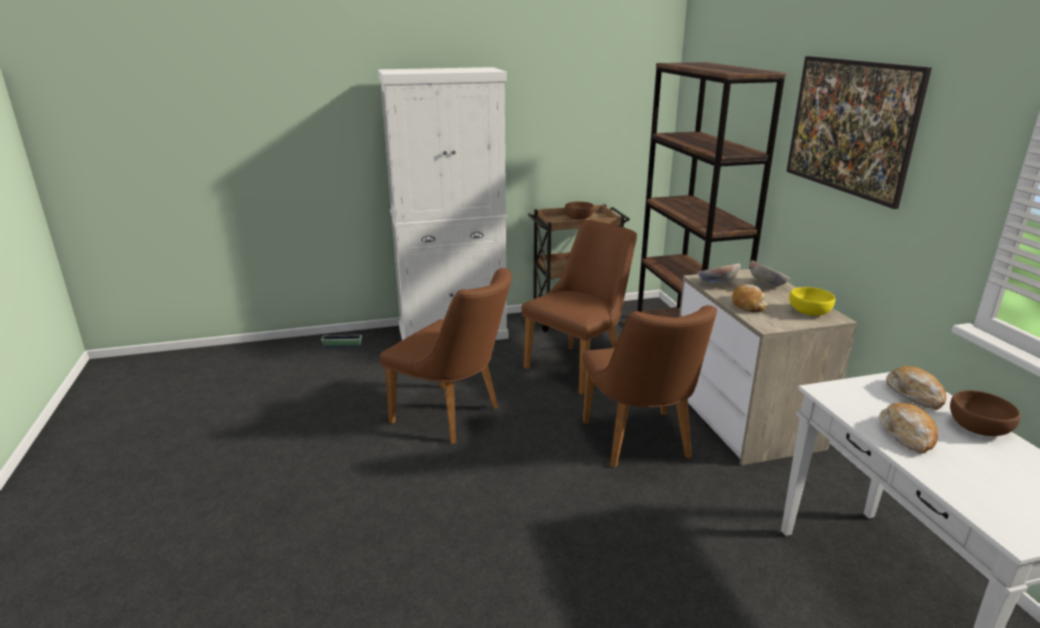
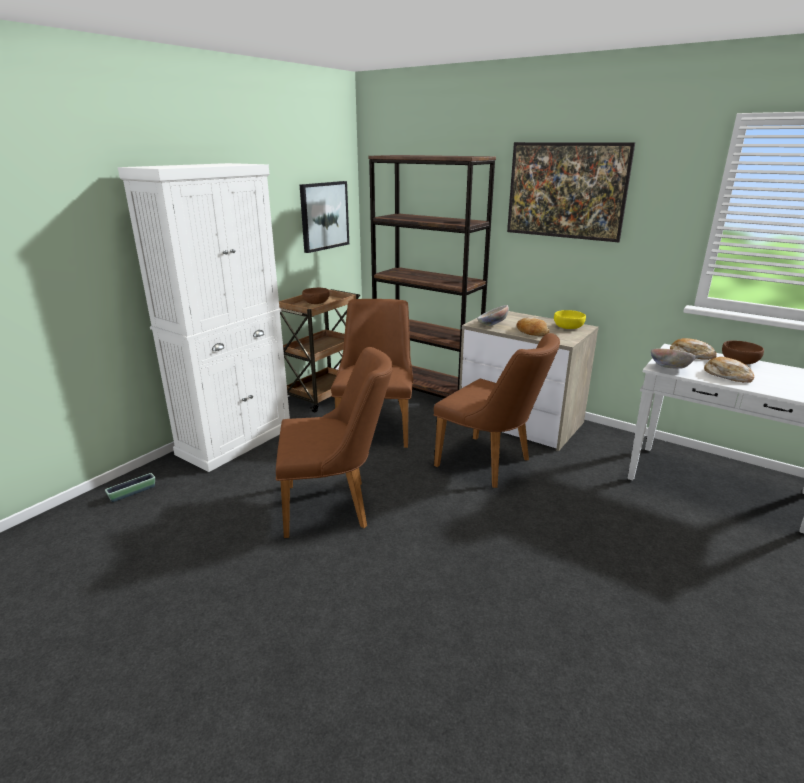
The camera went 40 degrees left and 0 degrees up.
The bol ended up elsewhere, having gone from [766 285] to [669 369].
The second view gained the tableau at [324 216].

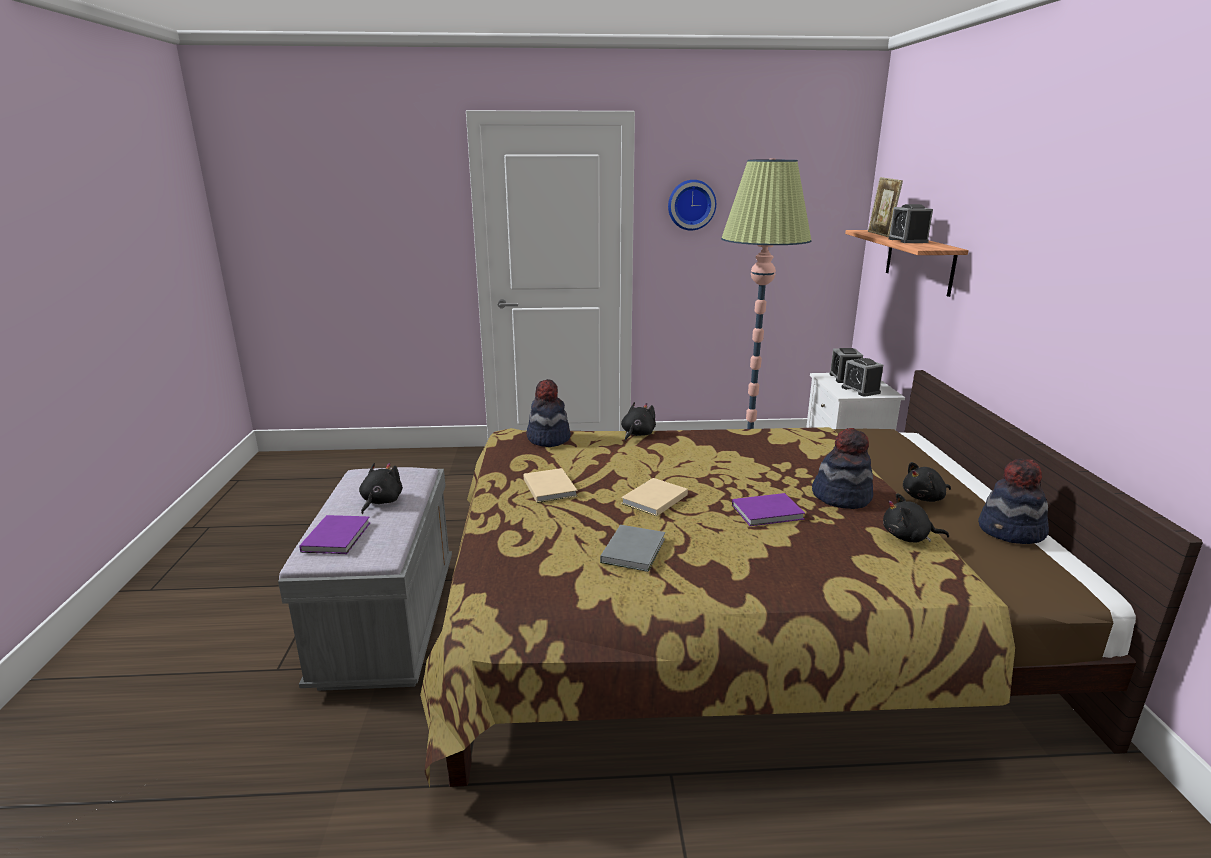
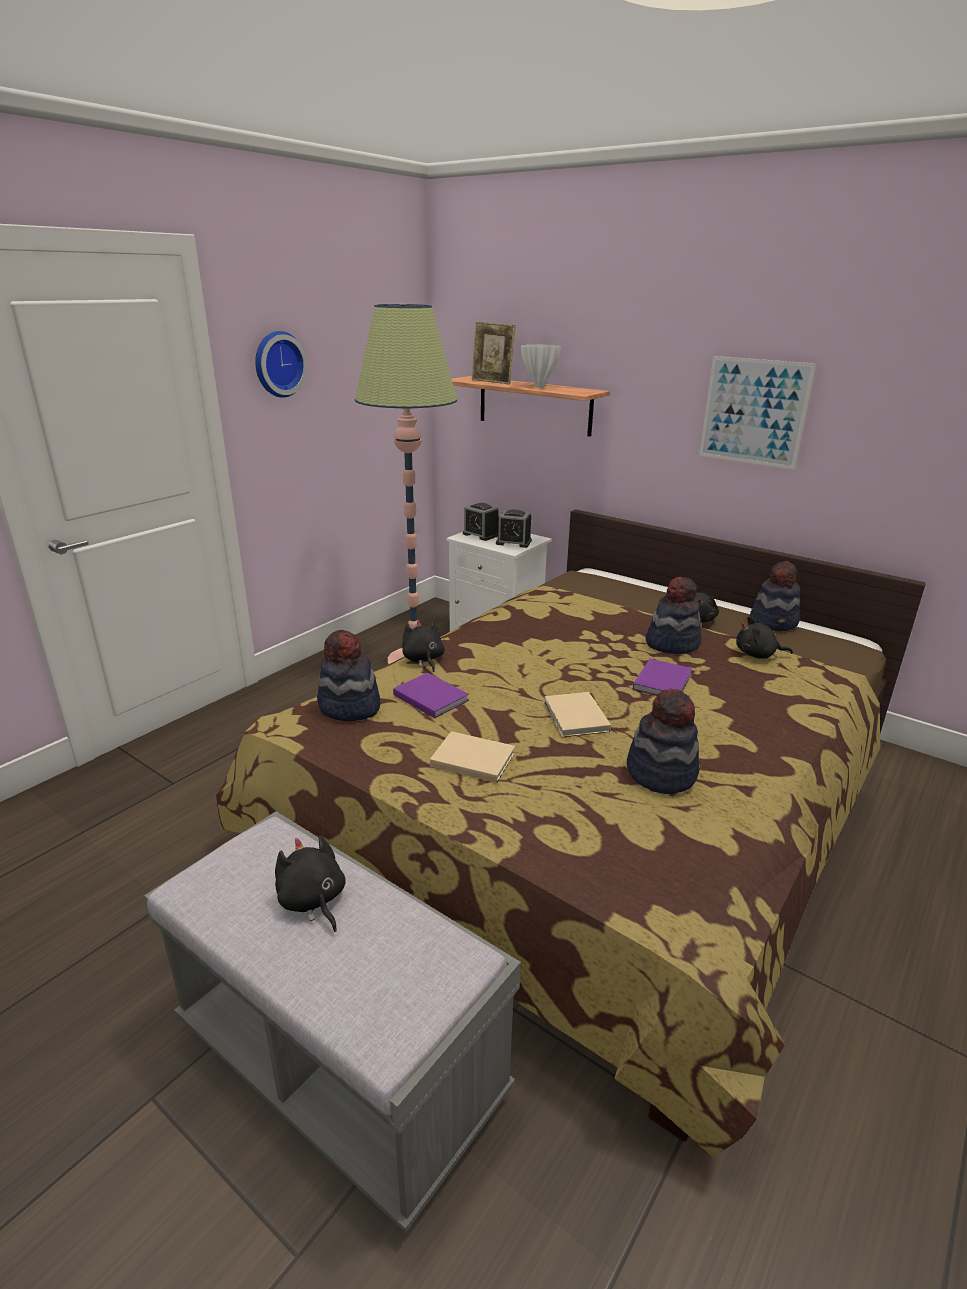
The camera went 50 degrees left and 5 degrees up.
The livre [violet] ended up elsewhere, having gone from [338 536] to [430 696].
Where the livre [gris] stood at [635 549], the chapeau came to stand at [661 773].
The peluche [noir] at [908 537] ended up facing another way, 45 degrees clockwise from before.
Where the réveil stood at [907 241], the vase [blanc] came to stand at [539 386].
The second view gained the tableau at [753 412].

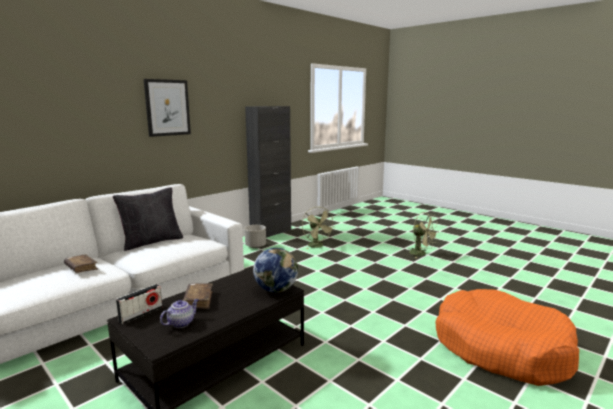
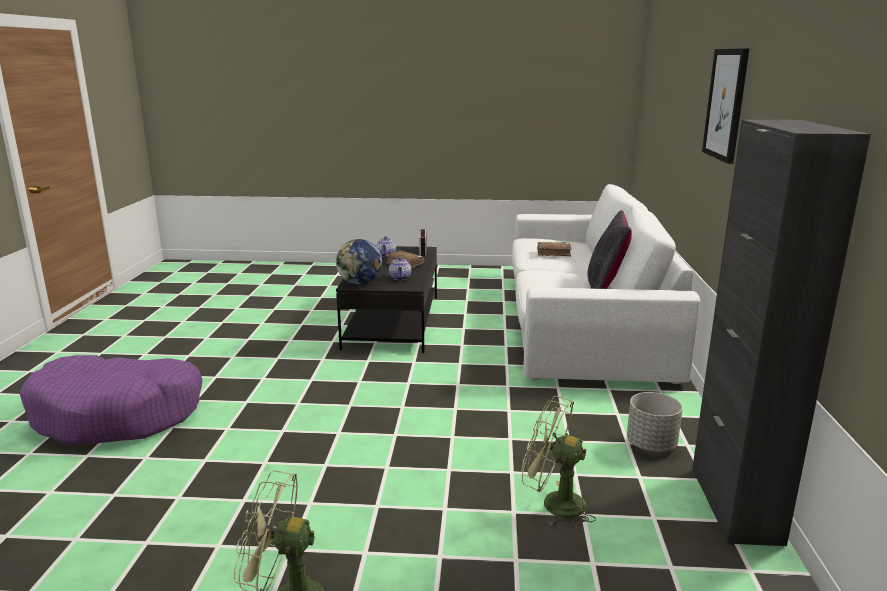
The camera went 140 degrees right and 5 degrees up.
What was the panier pour chien [orange] at [500 348] turned into the panier pour chien [violet] at [118 415].
The second view gained the théière at [400 278].

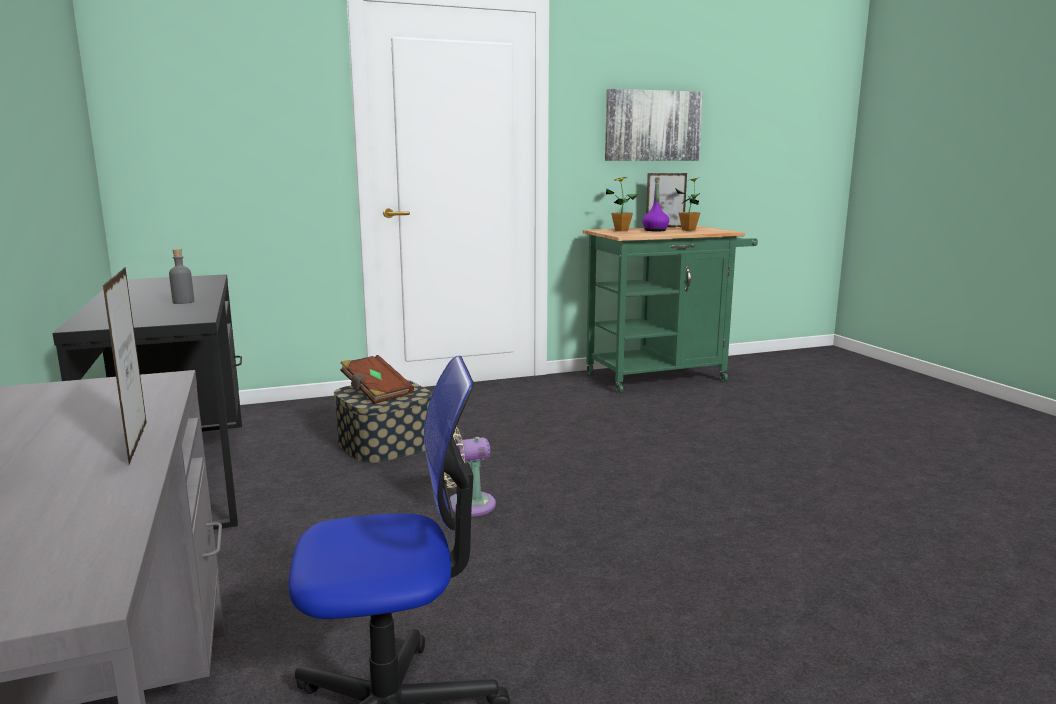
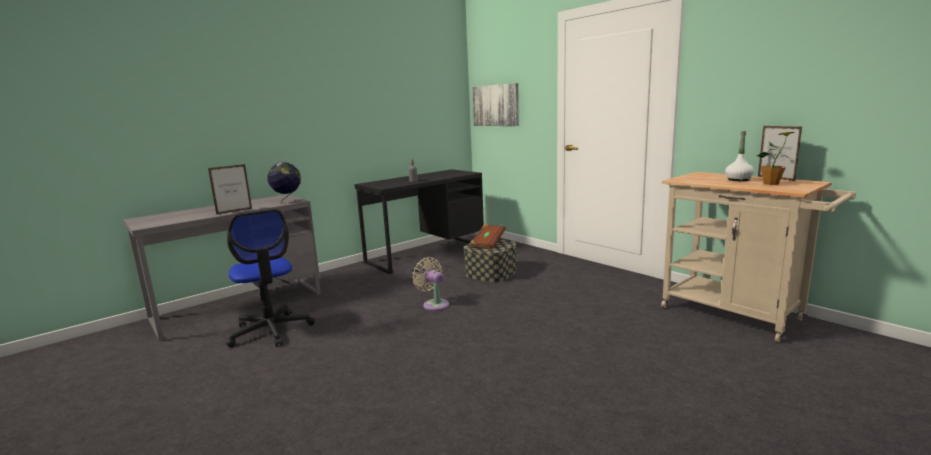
The camera went 70 degrees right and 0 degrees up.
What was the chariot [vert] at [663 376] turned into the chariot [beige] at [739 315].
The tableau ended up elsewhere, having gone from [652 126] to [496 105].
The second view lost the plante en pot at [621 230].
What was the bouteille [violet] at [655 230] turned into the bouteille [blanc] at [738 180].
The second view gained the globe at [287 202].

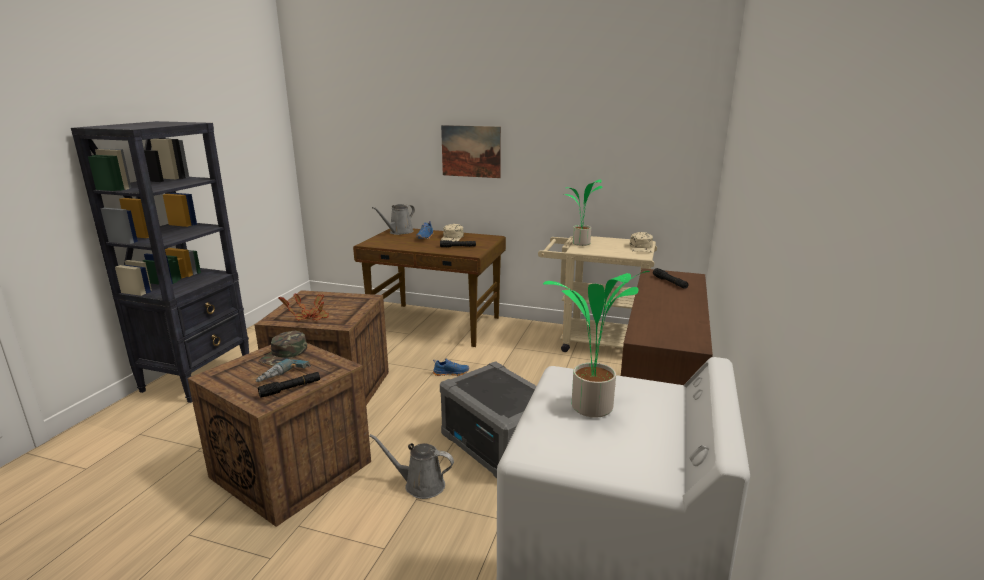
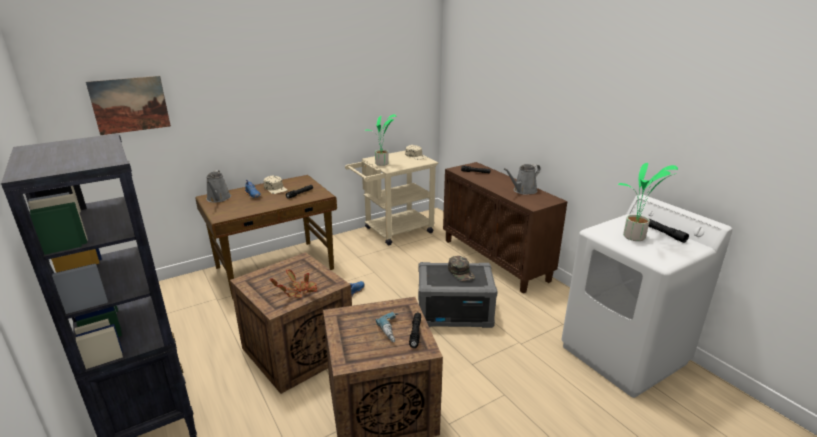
The camera went 50 degrees left and 5 degrees up.
The casquette [vert] ended up elsewhere, having gone from [284 354] to [461 272].
The arrosoir [gris] ended up elsewhere, having gone from [420 485] to [523 191].
The tableau ended up elsewhere, having gone from [471 151] to [130 105].
The second view gained the lampe de poche [noir] at [664 234].

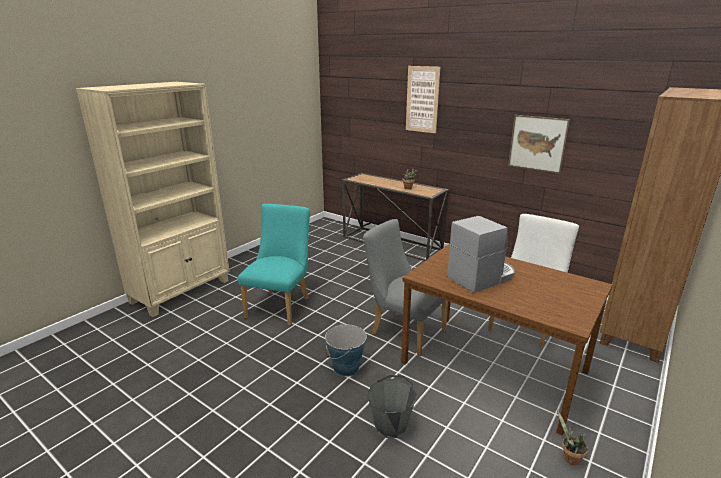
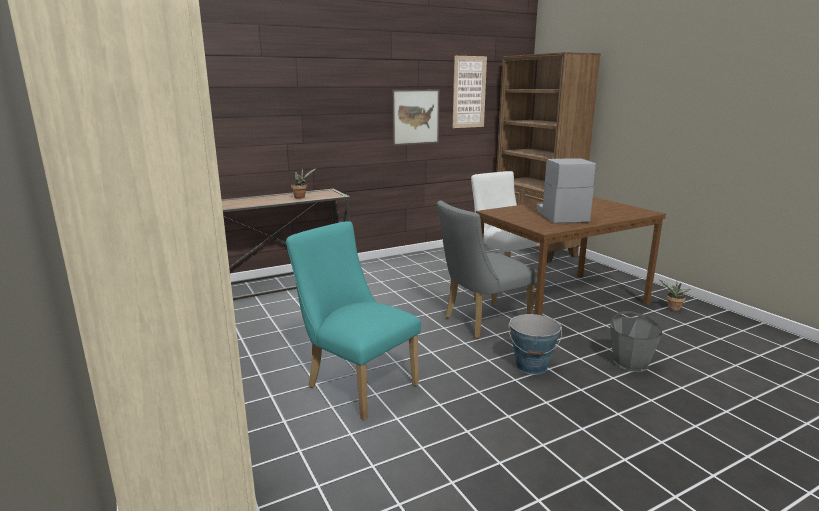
The camera went 65 degrees left and 5 degrees down.
The tableau ended up elsewhere, having gone from [422 99] to [469 92].

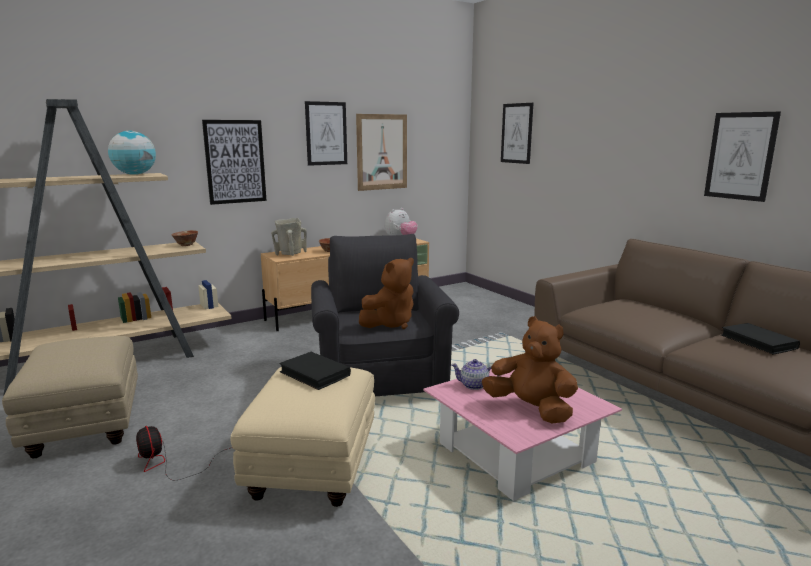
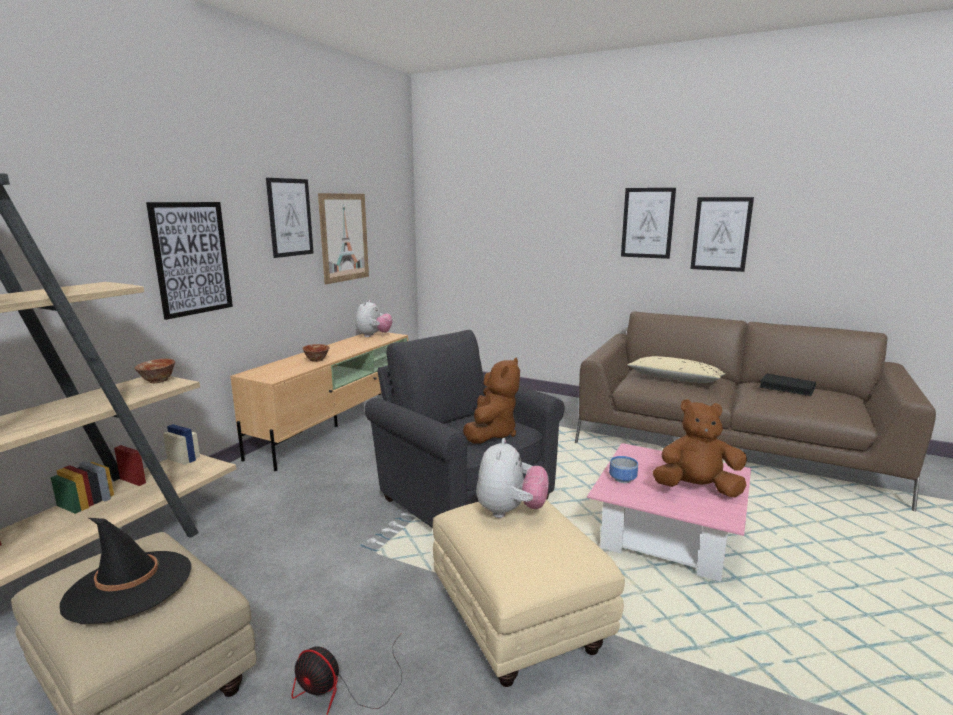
The camera went 30 degrees left and 0 degrees up.
The second view lost the globe at [135 174].
The second view lost the vase [beige] at [289 254].
Where the livre [noir] stood at [315 374], the peluche came to stand at [510 511].
Where the théière stood at [474 385], the bol came to stand at [624 479].
The tableau ended up elsewhere, having gone from [516 133] to [647 223].
The second view gained the chapeau [noir] at [129 586].
The second view gained the coussin [beige] at [675 379].

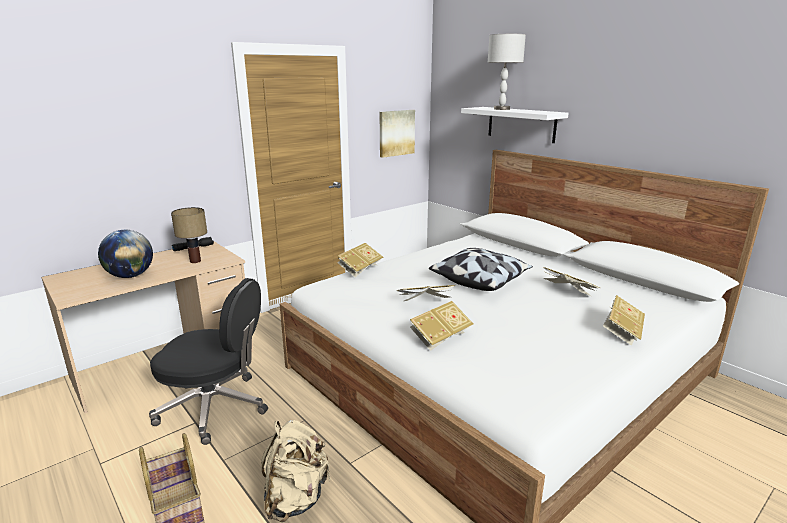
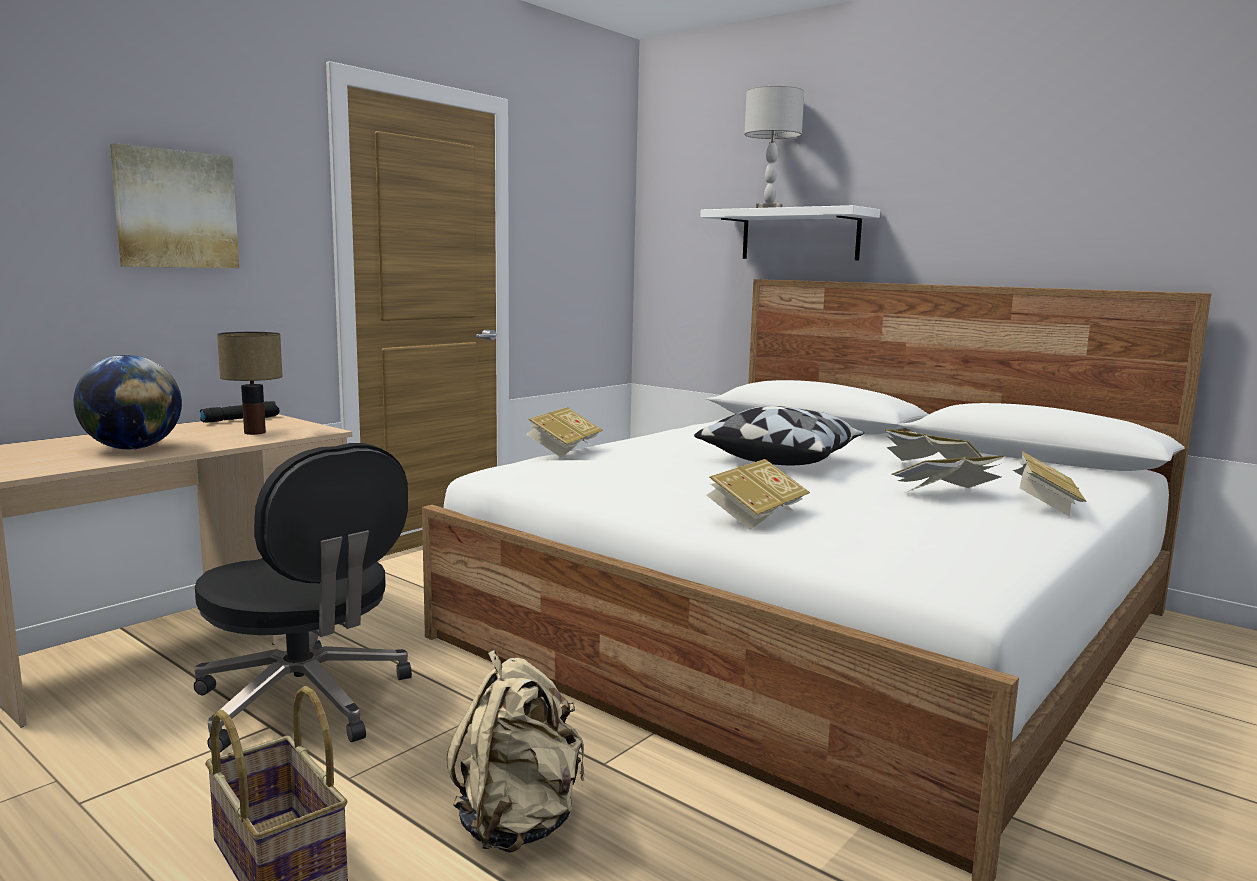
The camera went 10 degrees left and 10 degrees down.
The chaise de bureau [noir] at [216 407] ended up facing another way, 45 degrees clockwise from before.
The tableau ended up elsewhere, having gone from [396 133] to [175 209].
The livre ended up elsewhere, having gone from [425 303] to [947 494].

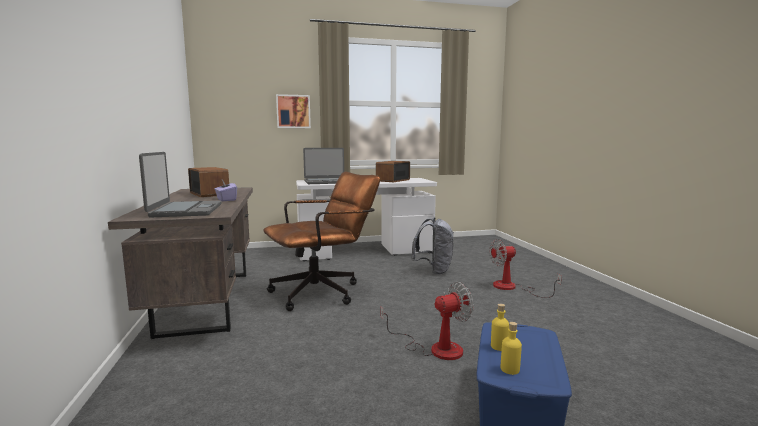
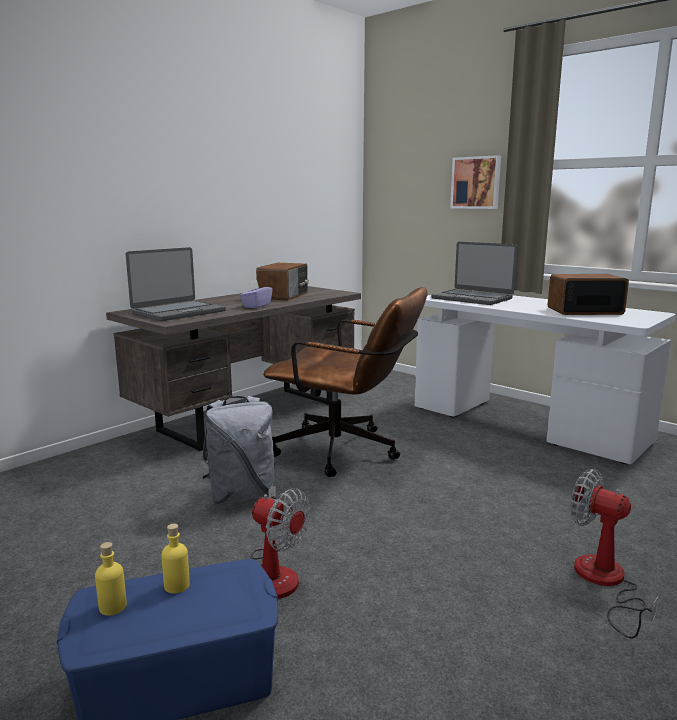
The camera went 55 degrees right and 5 degrees up.
The sac à dos [gris] ended up elsewhere, having gone from [434 271] to [241 495].

